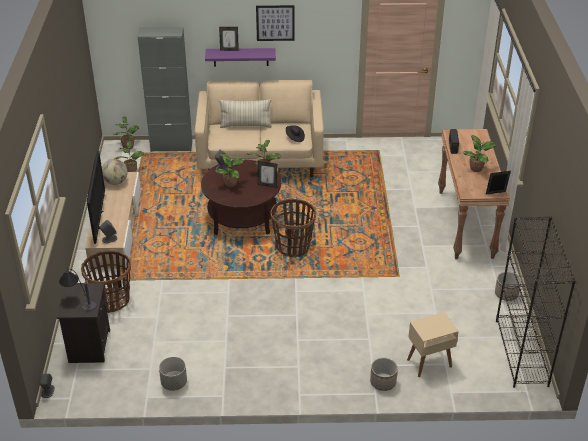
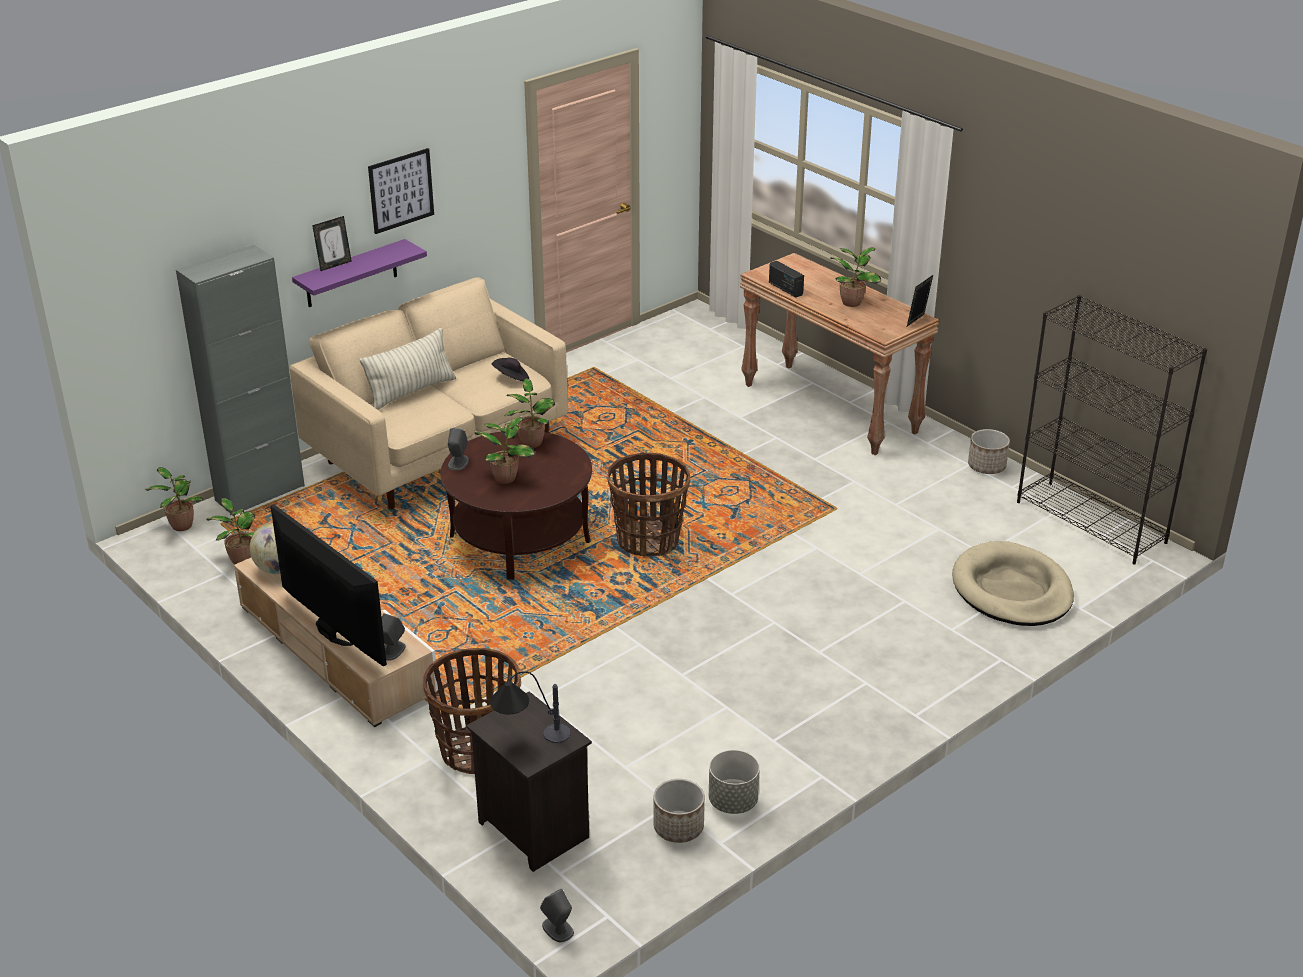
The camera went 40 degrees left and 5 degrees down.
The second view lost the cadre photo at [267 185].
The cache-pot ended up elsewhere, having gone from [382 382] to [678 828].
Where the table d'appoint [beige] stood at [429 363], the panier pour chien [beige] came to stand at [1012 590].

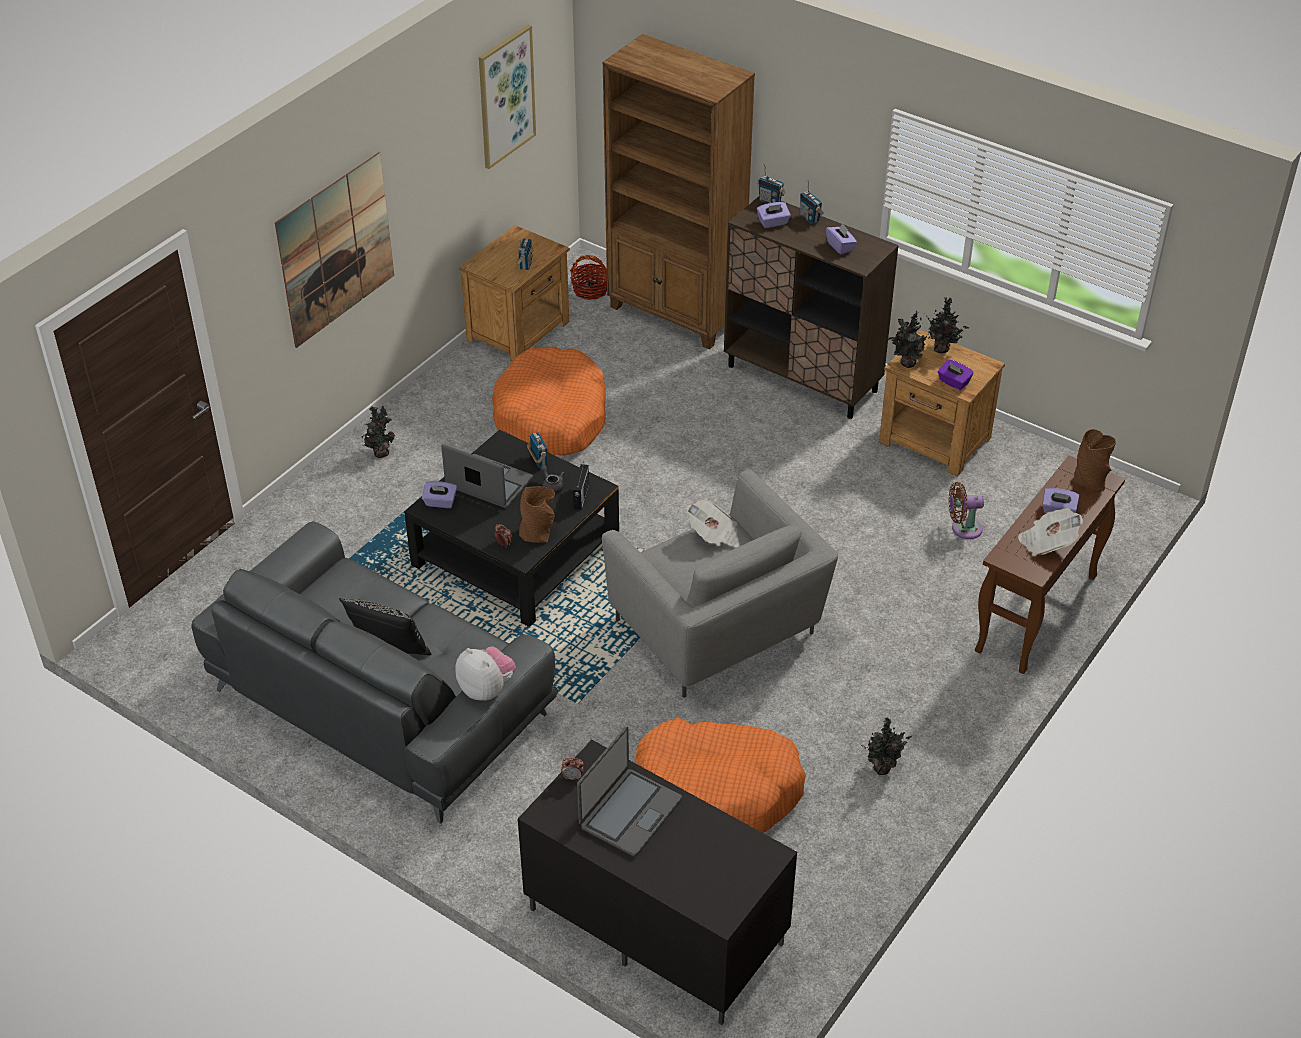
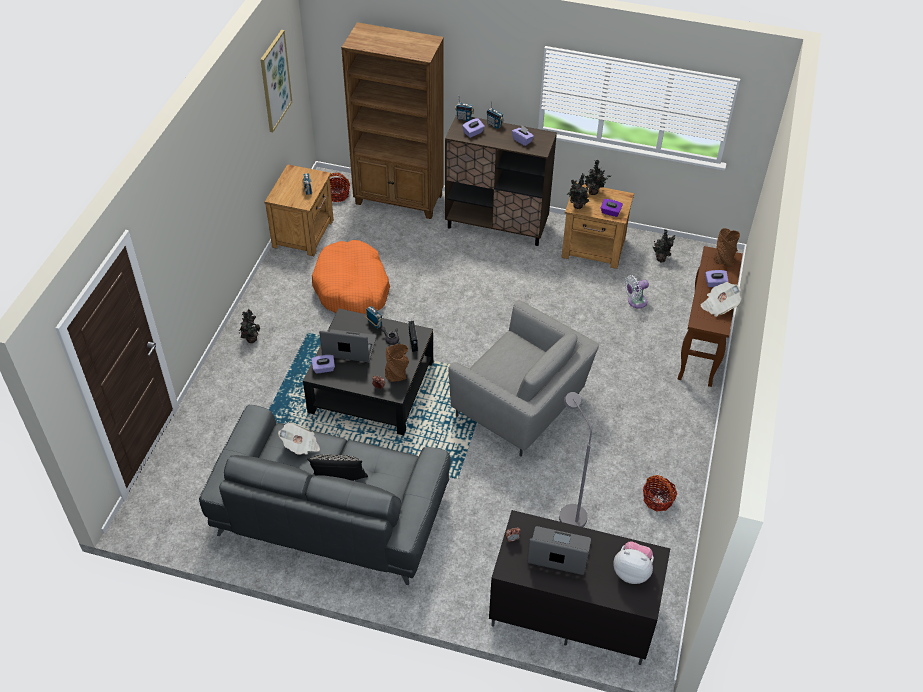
The camera went 20 degrees left and 5 degrees up.
The second view lost the tableau at [336 249].
The peluche ended up elsewhere, having gone from [487 689] to [632 571].
The ordinateur portable at [629 812] ended up facing another way, 90 degrees counterclockwise from before.
Where the panier pour chien [orange] stood at [718 790], the lampadaire [gris] came to stand at [569 511].
The journal ended up elsewhere, having gone from [714 535] to [300 446].
The plante en pot ended up elsewhere, having gone from [883 767] to [661 258].
What was the ventilateur [marron] at [963 528] turned into the ventilateur [blanc] at [635 302].
The second view gained the panier at [658 499].

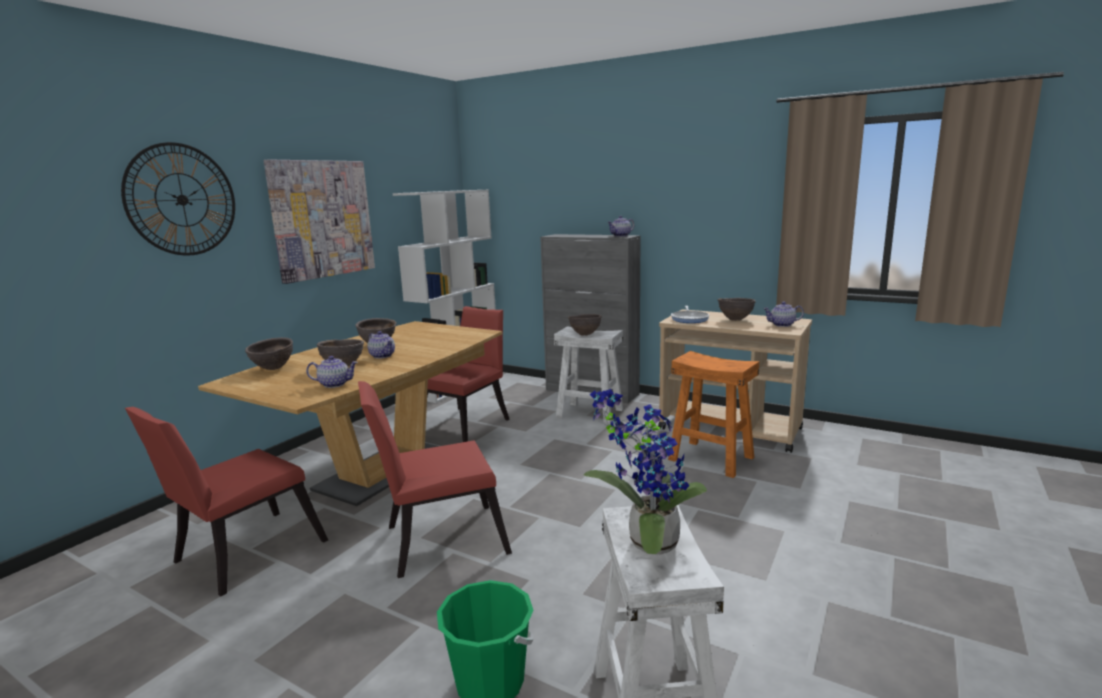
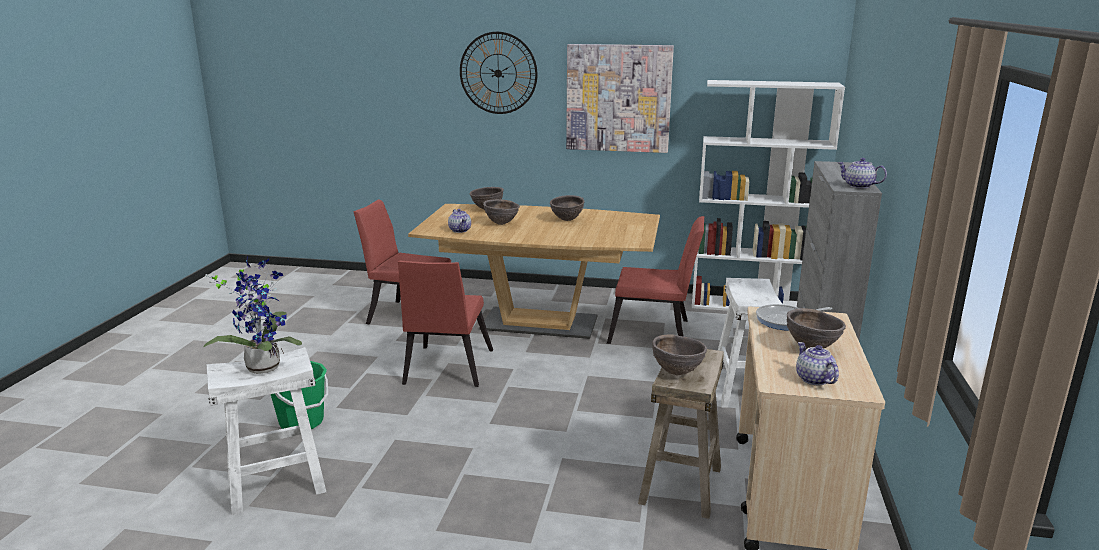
The camera went 70 degrees right and 5 degrees up.
The chaise [rouge] at [437 540] ended up facing another way, 135 degrees counterclockwise from before.
The second view lost the théière at [382 356].
The bol [marron] ended up elsewhere, having gone from [585 335] to [677 372].
What was the tabouret [orange] at [711 458] turned into the tabouret [beige] at [681 485].

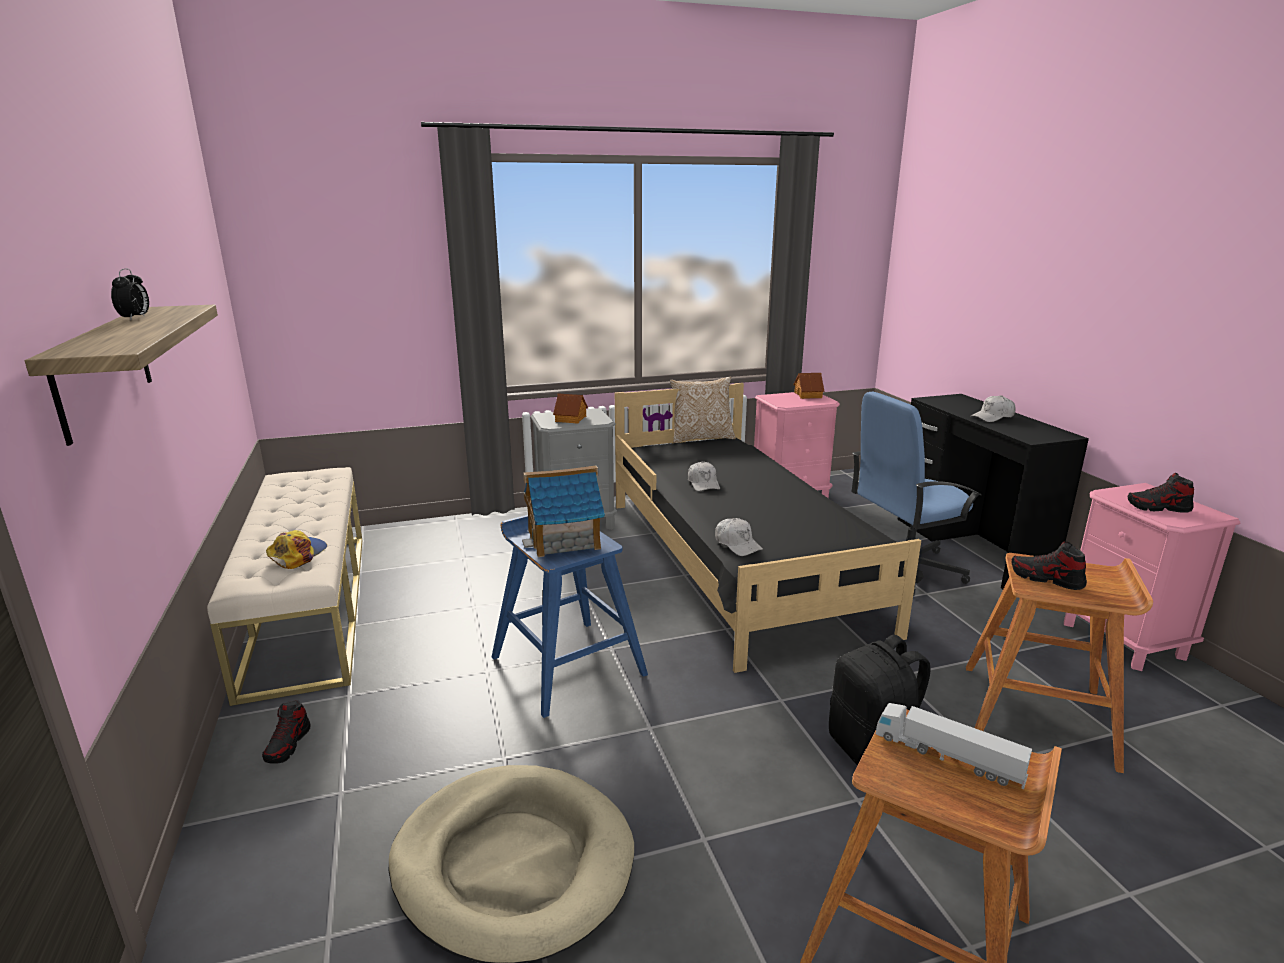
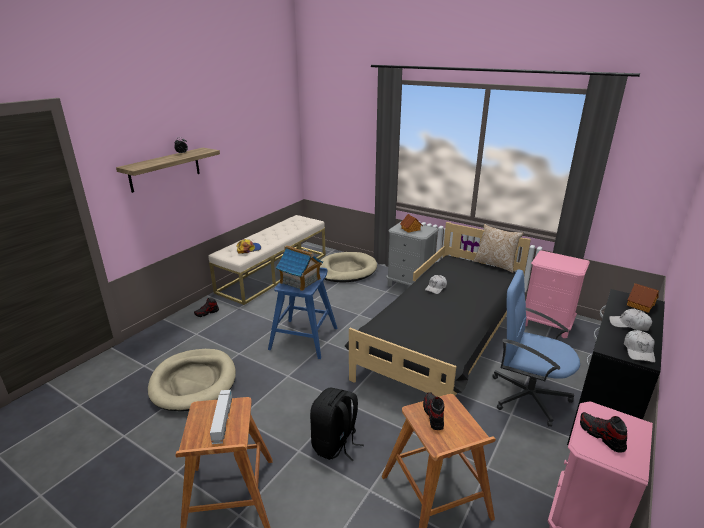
The camera went 50 degrees right and 5 degrees up.
The casquette [blanc] ended up elsewhere, having gone from [737 544] to [638 351].
The maison miniature ended up elsewhere, having gone from [808 395] to [641 305].
The second view gained the panier pour chien [beige] at [346 270].

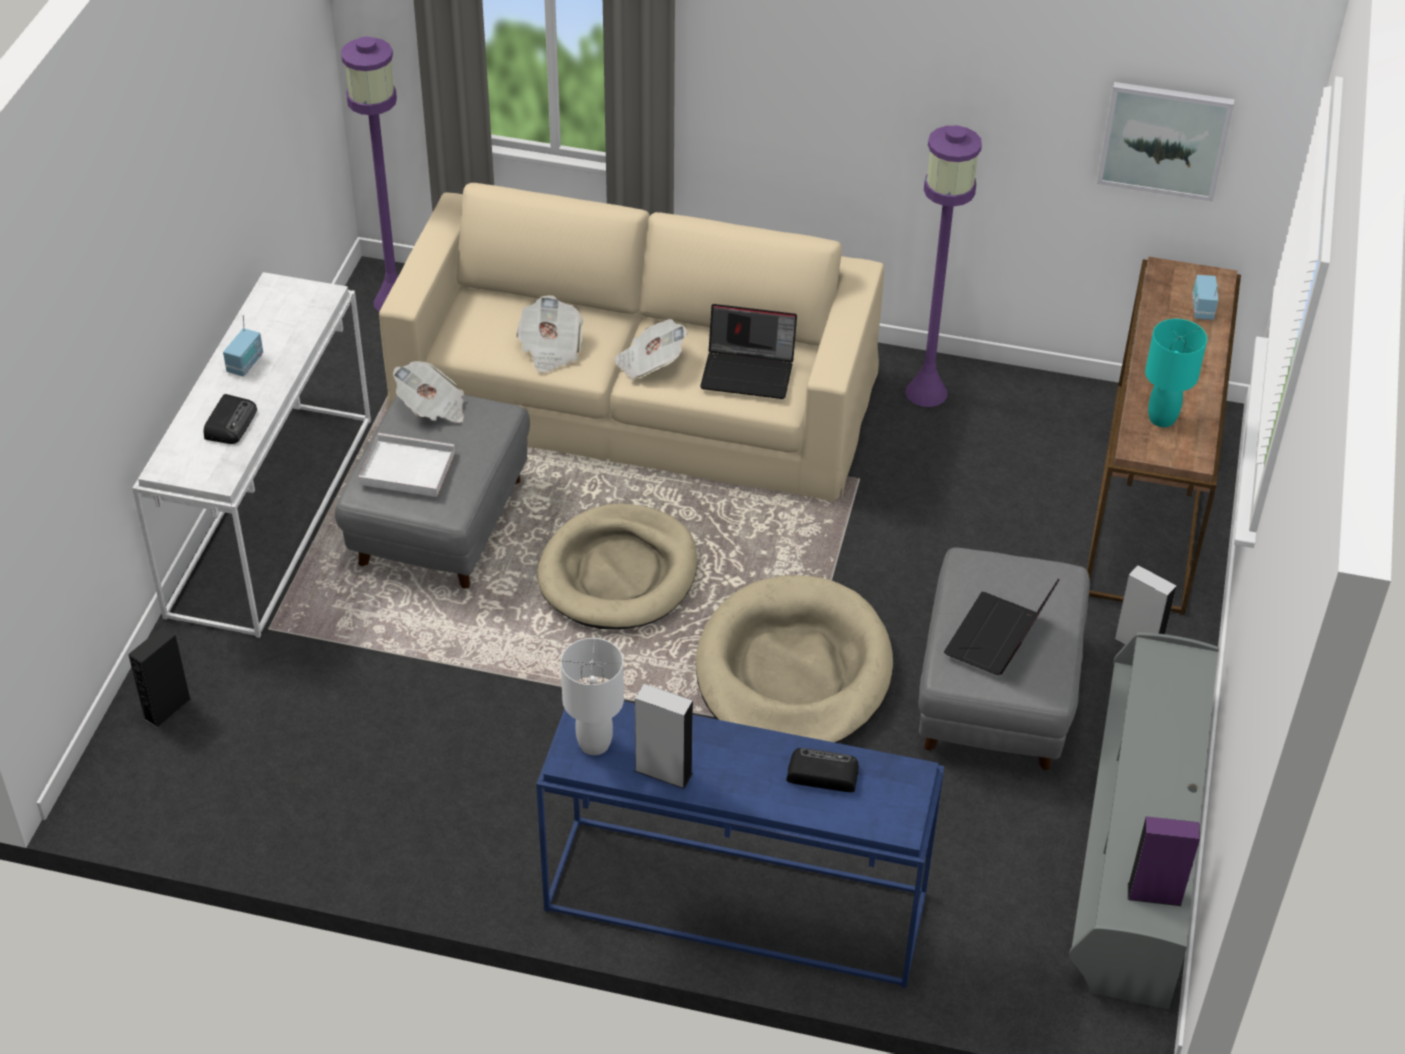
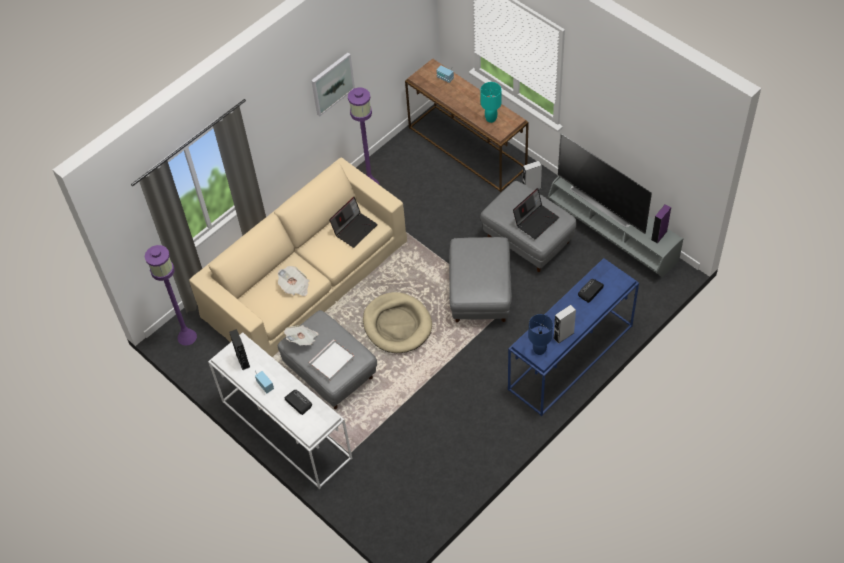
The camera went 55 degrees left and 10 degrees up.
The enceinte [noir] ended up elsewhere, having gone from [167 709] to [243 360].
What was the lampe de table [blanc] at [594 744] turned into the lampe de table [bleu] at [539 350].
The second view lost the journal at [650 364].
Where the panier pour chien [beige] stood at [793 672], the pouf [gris] came to stand at [480 293].
The ordinateur portable at [998 639] ended up facing another way, 105 degrees counterclockwise from before.
The tableau ended up elsewhere, having gone from [1164 139] to [332 83].
The second view gained the téléviseur at [603 202].

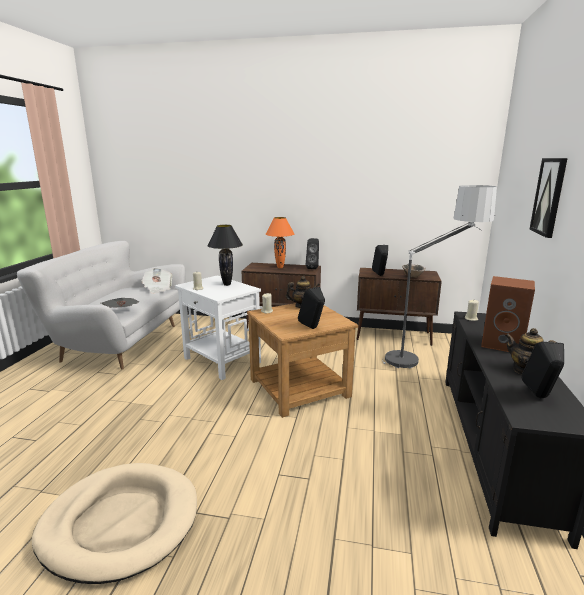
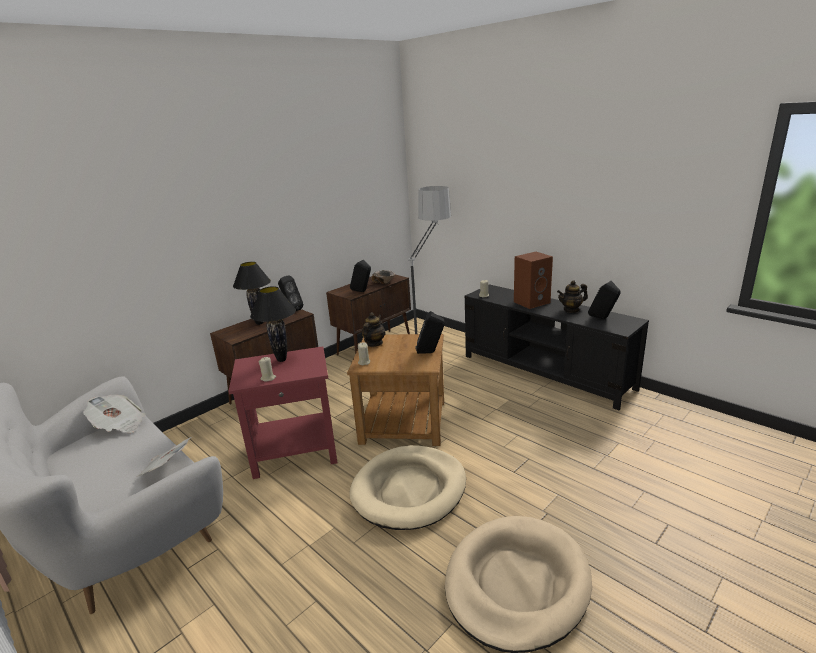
The camera went 55 degrees left and 5 degrees up.
What was the table d'appoint [blanc] at [221 360] turned into the table d'appoint [rouge] at [295 452].
What was the lampe de table [orange] at [280 267] turned into the lampe de table [noir] at [260 323].
The second view lost the tableau at [549 197].
The second view gained the panier pour chien [beige] at [409 490].

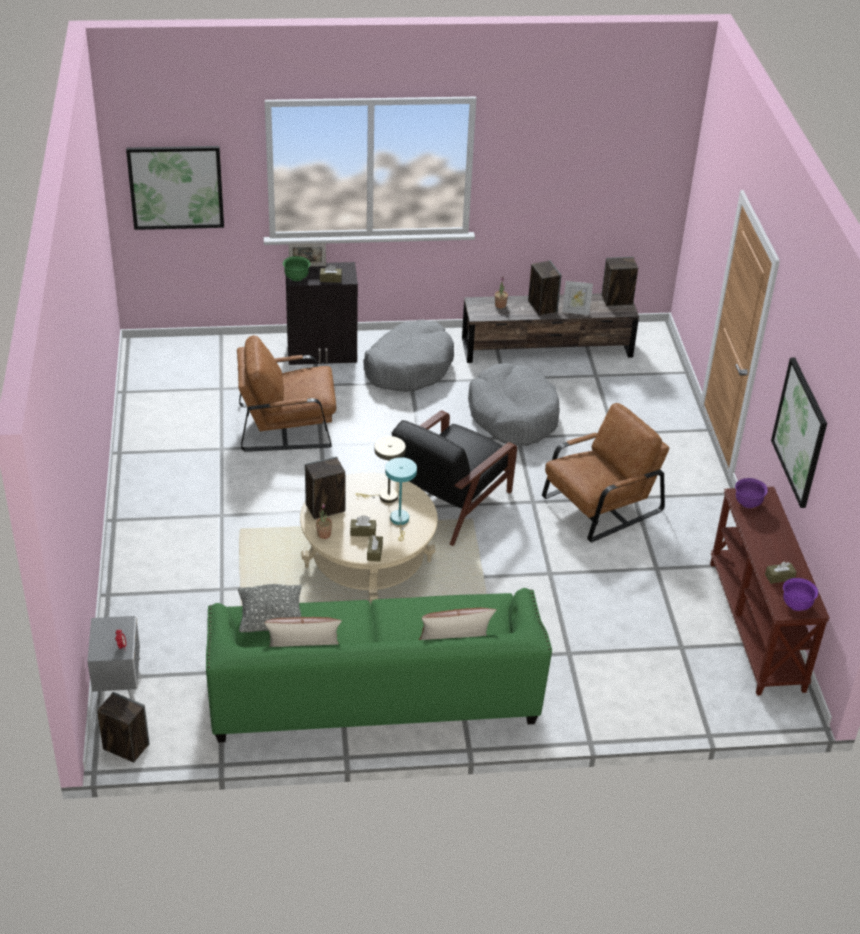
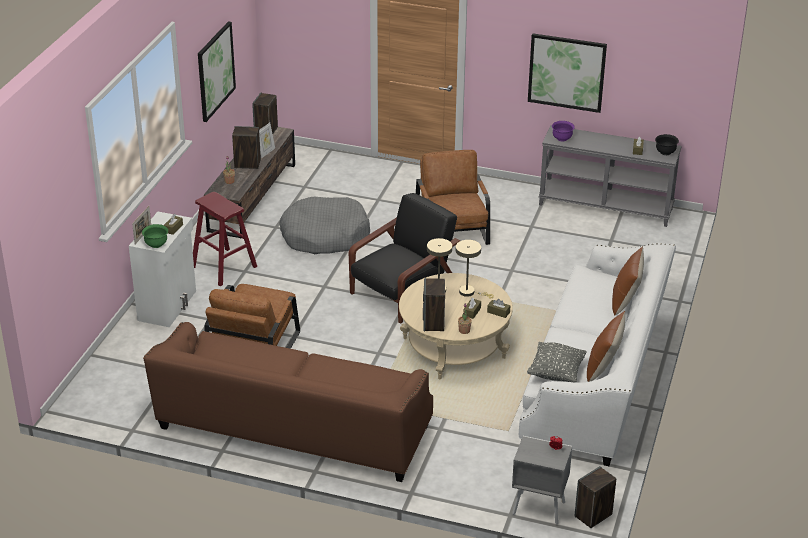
The camera went 65 degrees left and 5 degrees down.
The tableau ended up elsewhere, having gone from [176 187] to [215 71].
What was the canapé [vert] at [373 696] turned into the canapé [blanc] at [595 380].
What was the meuble de rangement [noir] at [322 353] turned into the meuble de rangement [blanc] at [168 305].
Where the panier pour chien [gris] stood at [408 367], the tabouret [rouge] came to stand at [224 267].
What was the lampe de table [turquoise] at [400 521] turned into the lampe de table [beige] at [469 292].
The fauteuil [noir] at [449 499] ended up facing another way, 105 degrees counterclockwise from before.
What was the table console [marron] at [757 625] turned into the table console [gris] at [606 206].
What was the bol [violet] at [796 605] turned into the bol [noir] at [665 152].
The second view gained the canapé [marron] at [293 429].

